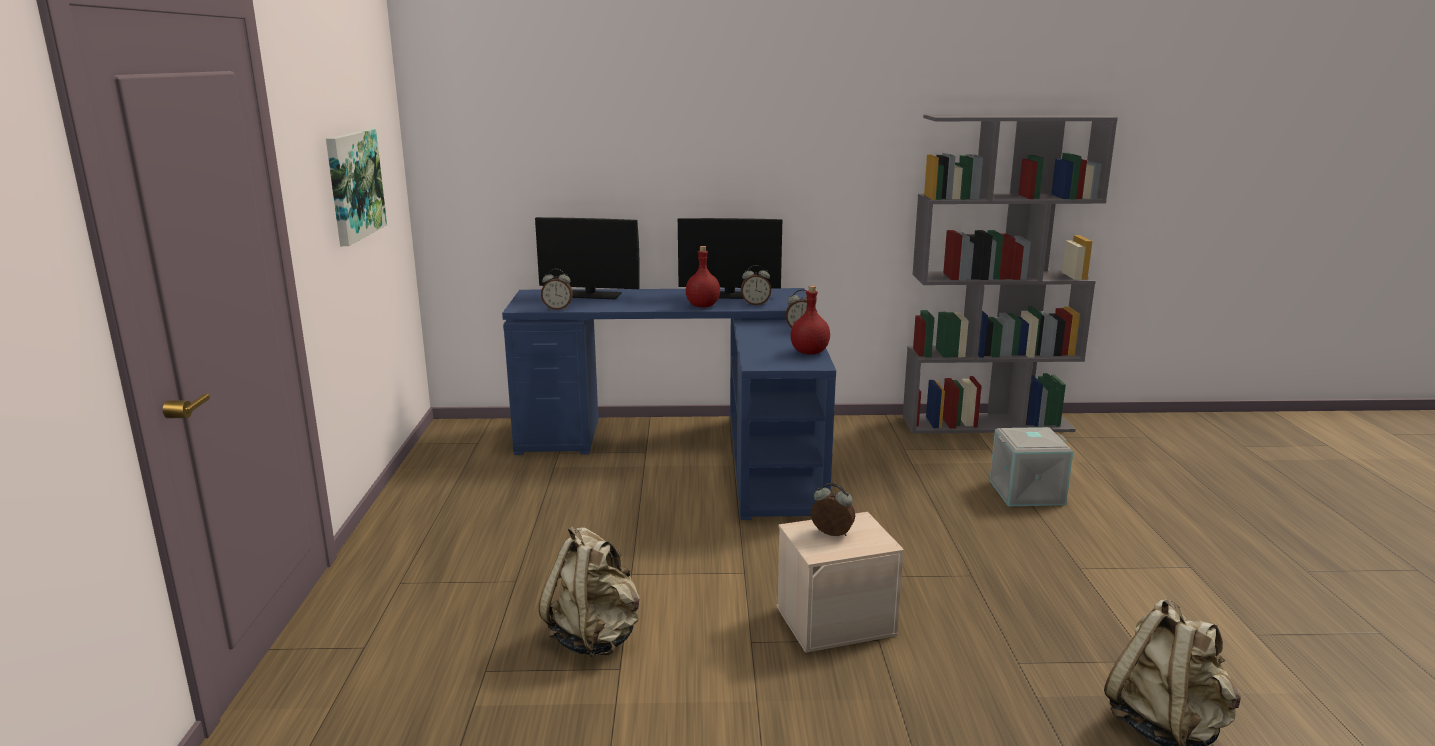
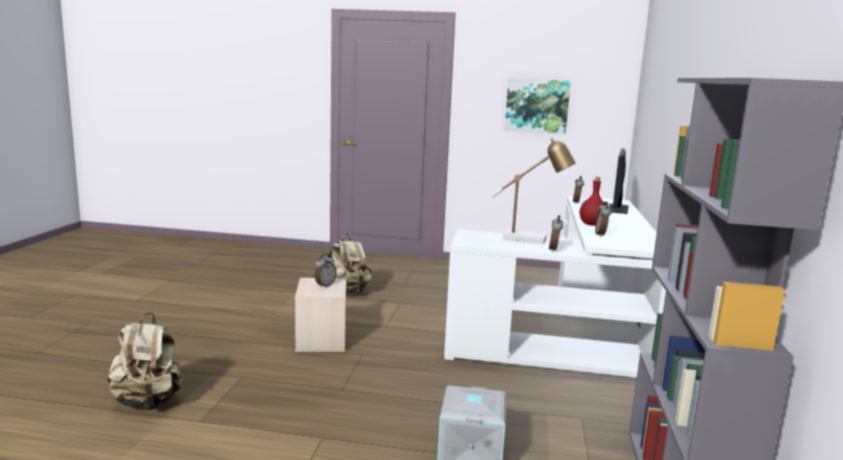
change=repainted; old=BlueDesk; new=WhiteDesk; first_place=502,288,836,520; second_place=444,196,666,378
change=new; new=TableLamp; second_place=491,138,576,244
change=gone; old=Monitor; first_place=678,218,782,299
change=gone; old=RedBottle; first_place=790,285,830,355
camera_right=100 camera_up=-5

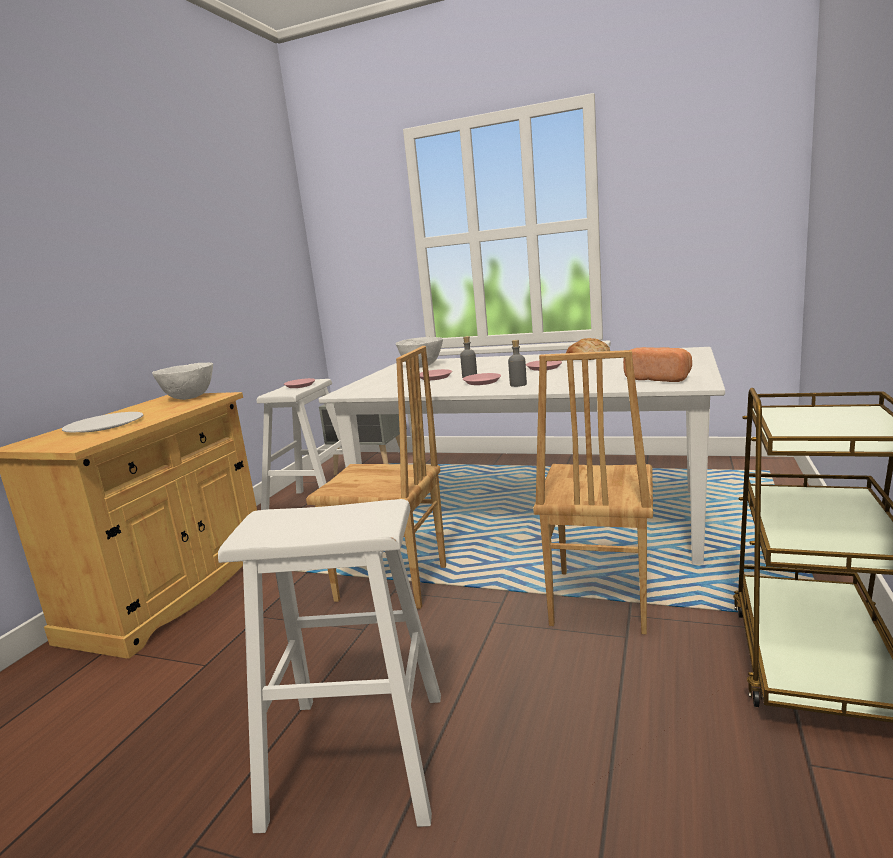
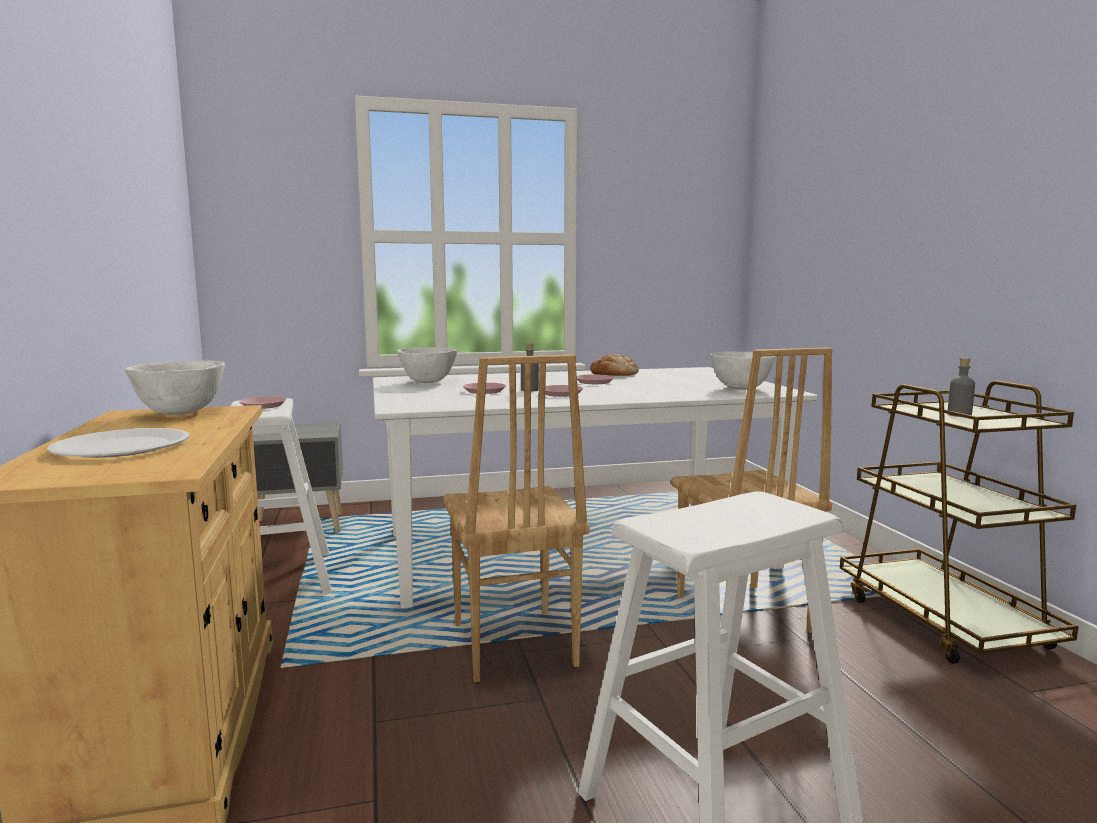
change=rotated; old=BrownChair; first_place=306,346,446,609; second_place=443,355,590,682; degrees=90
change=swapped; old=Bread; new=WhiteBowl; first_place=623,347,692,382; second_place=710,352,775,390
change=shifted; old=GreyBottle; first_place=508,340,527,387; second_place=948,358,975,417
camera_right=-35 camera_up=-5

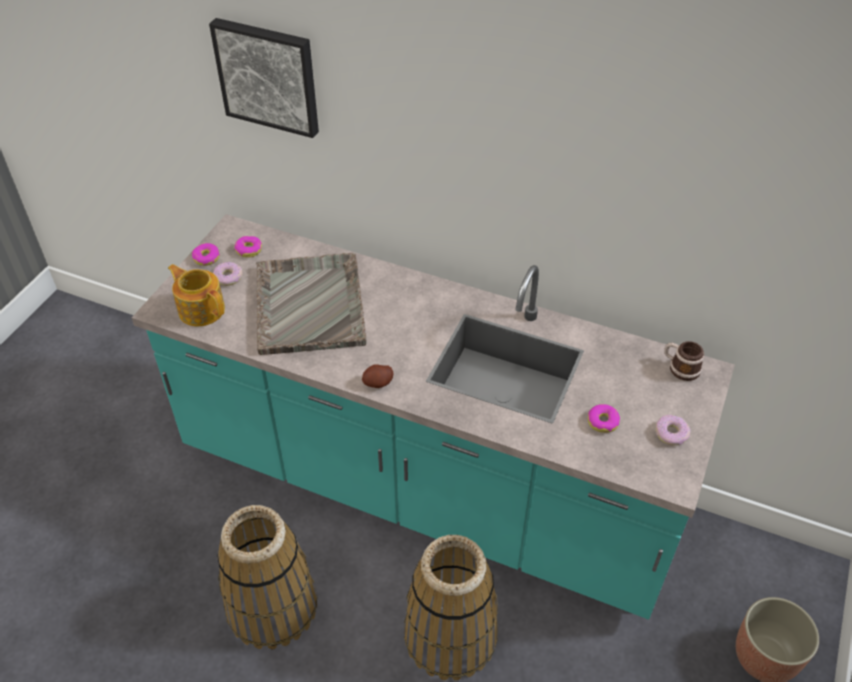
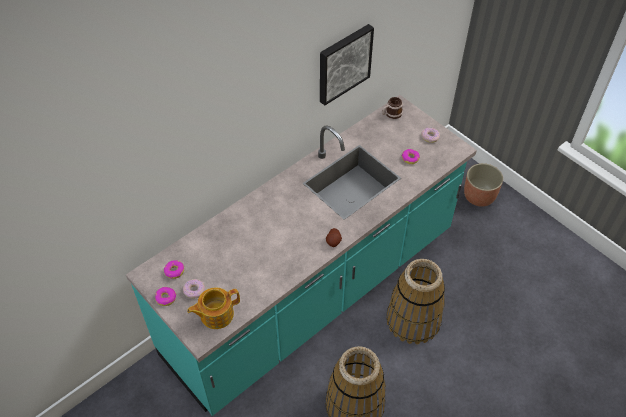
change=shifted; old=Picture; first_place=209,18,319,138; second_place=320,24,374,106
change=gone; old=GreyTray; first_place=256,253,367,355
camera_right=-65 camera_up=5

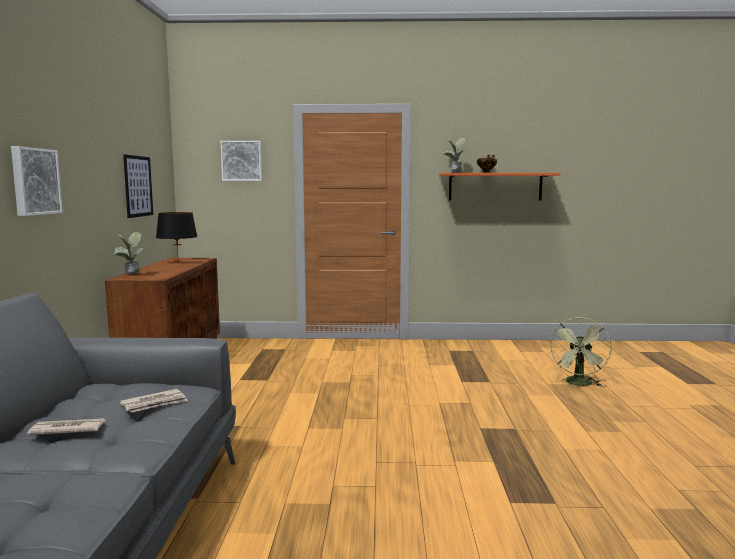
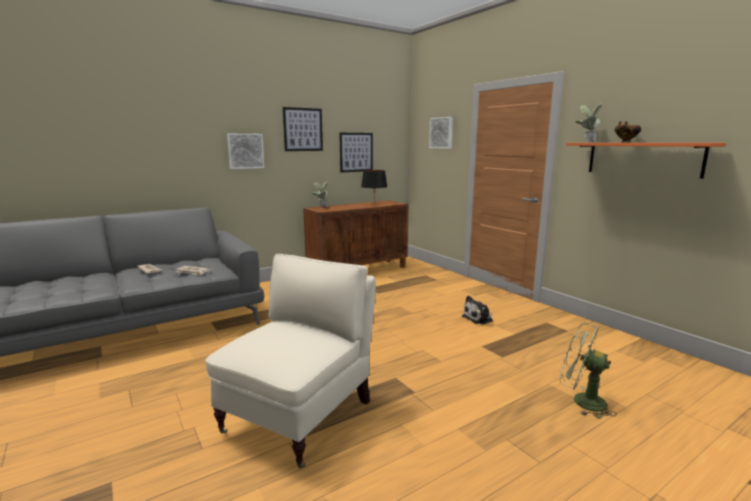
change=new; new=BeigeArmchair; second_place=205,254,376,468
change=new; new=Picture; second_place=283,107,323,151
change=new; new=PlushToy; second_place=462,296,493,325
change=rotated; old=GreenFan; first_place=550,317,612,386; second_place=560,322,617,419; degrees=45
camera_right=55 camera_up=5

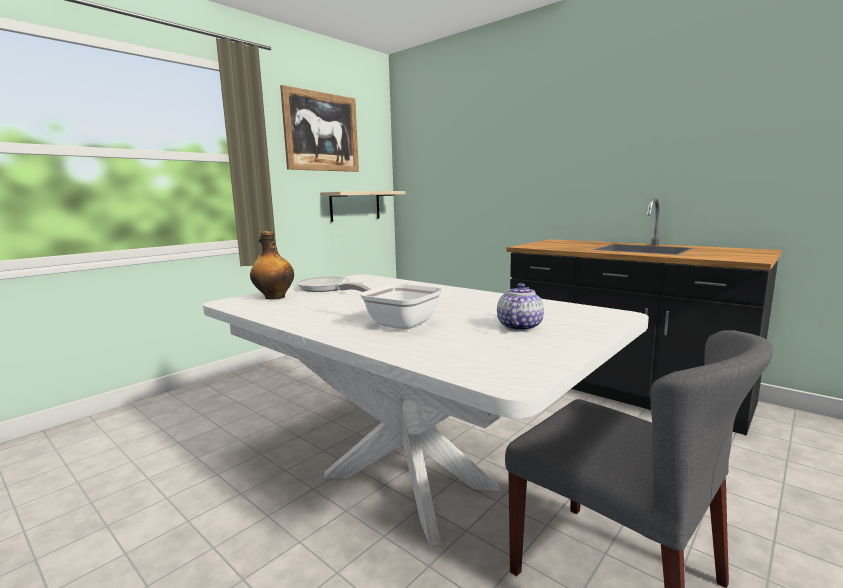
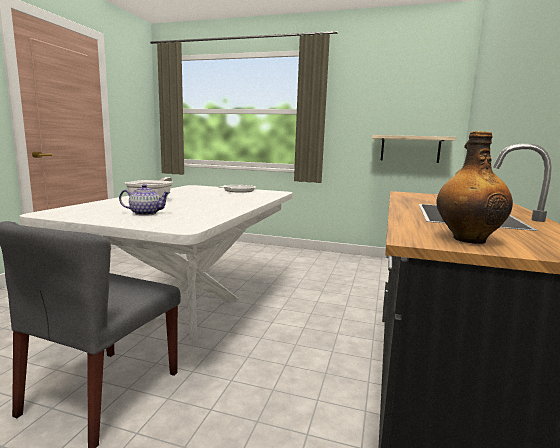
change=shifted; old=Bottle; first_place=250,231,294,299; second_place=436,131,513,244
change=gone; old=Picture; first_place=280,85,359,172
camera_right=65 camera_up=0

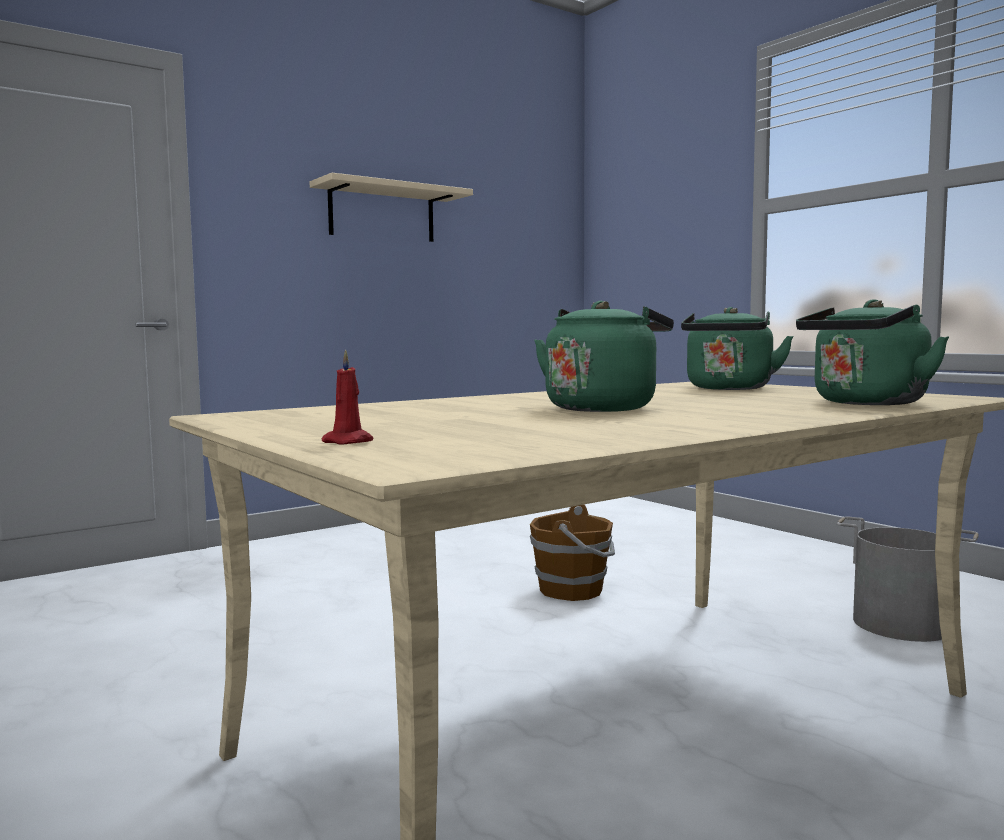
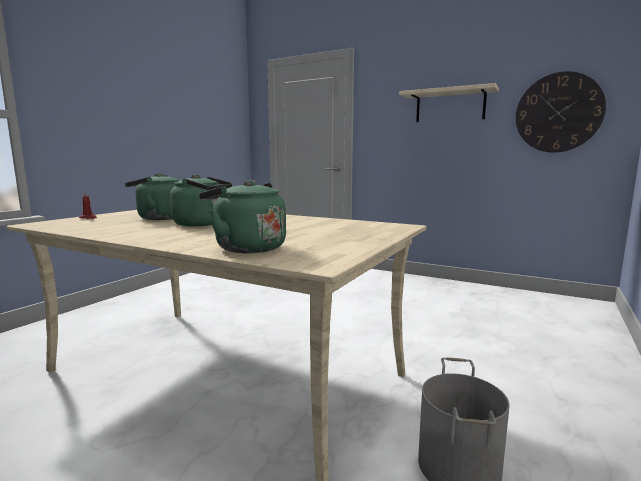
change=shifted; old=GreenKettle; first_place=681,307,793,390; second_place=125,173,180,220
change=new; new=WallClock; second_place=516,71,606,153
change=gone; old=BrownBucket; first_place=530,505,615,601
camera_right=65 camera_up=5

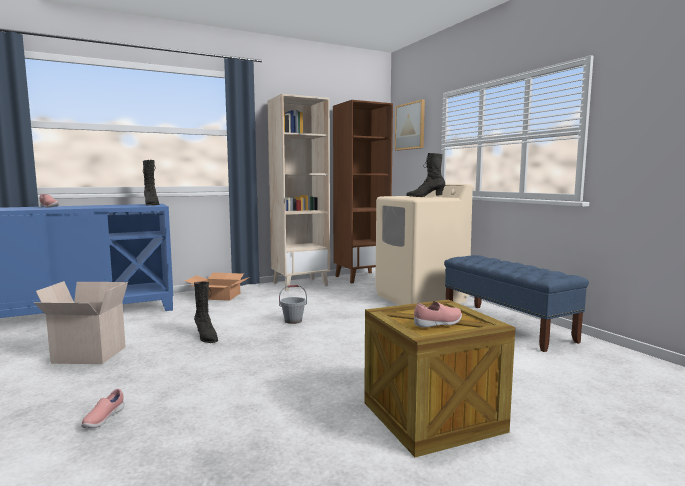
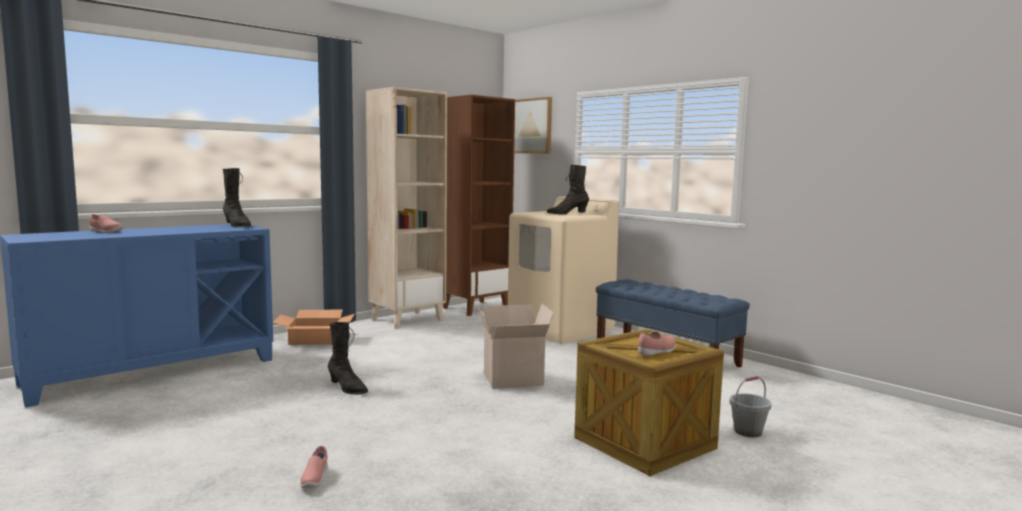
change=shifted; old=CardboardBox; first_place=34,281,128,364; second_place=477,304,554,389
change=shifted; old=GreyBucket; first_place=279,285,307,324; second_place=729,376,771,437
camera_right=-15 camera_up=0

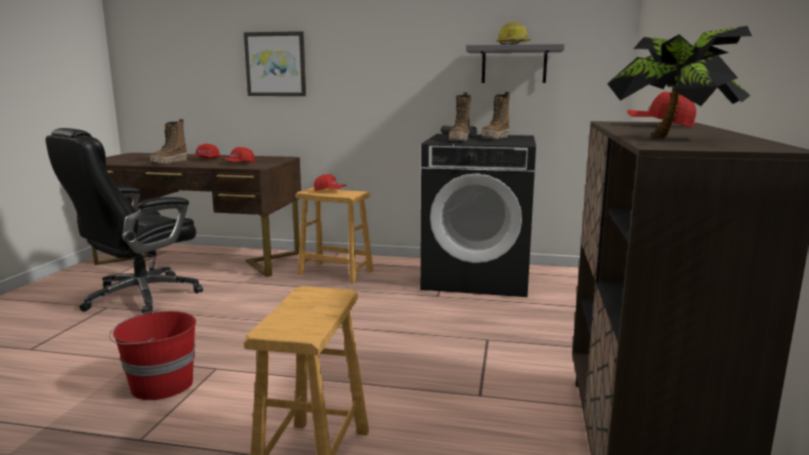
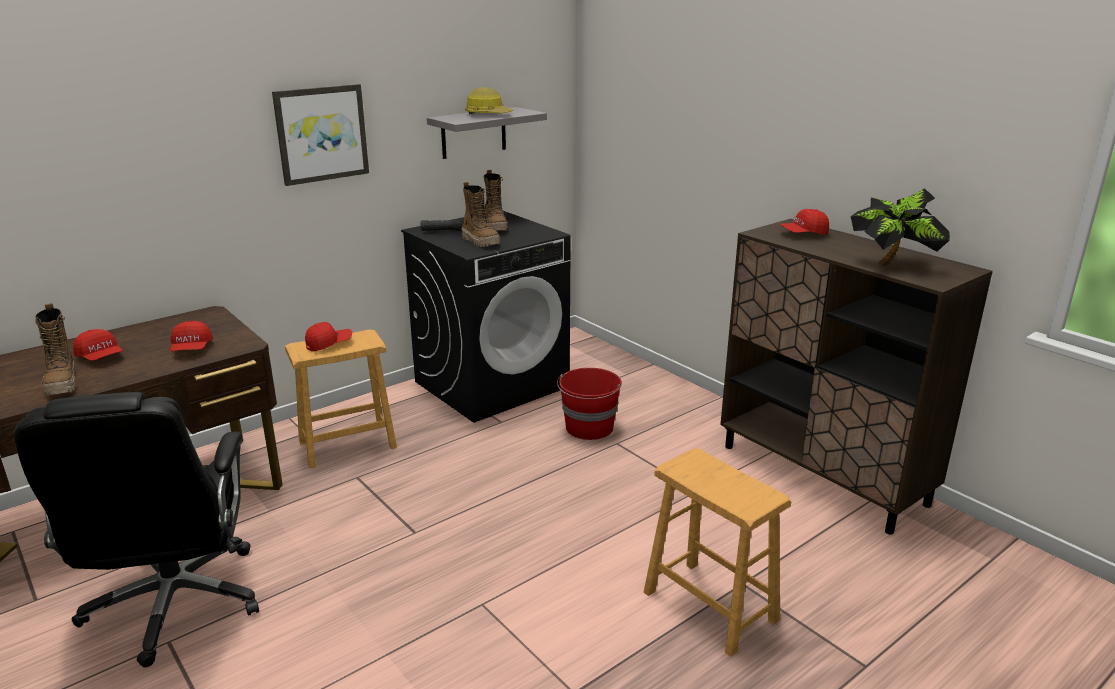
change=shifted; old=Picture; first_place=244,31,306,96; second_place=272,84,369,186
change=shifted; old=RedBucket; first_place=109,309,196,400; second_place=557,368,622,440
camera_right=-50 camera_up=10

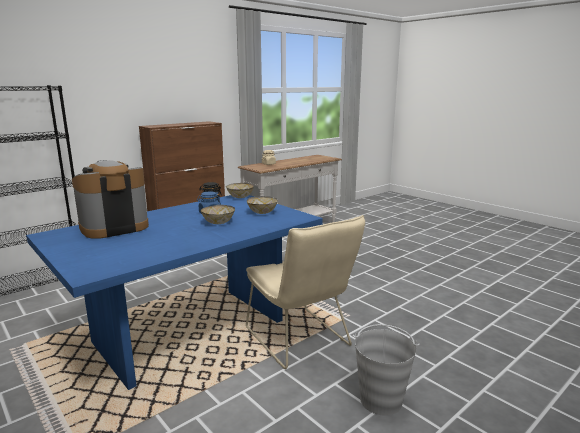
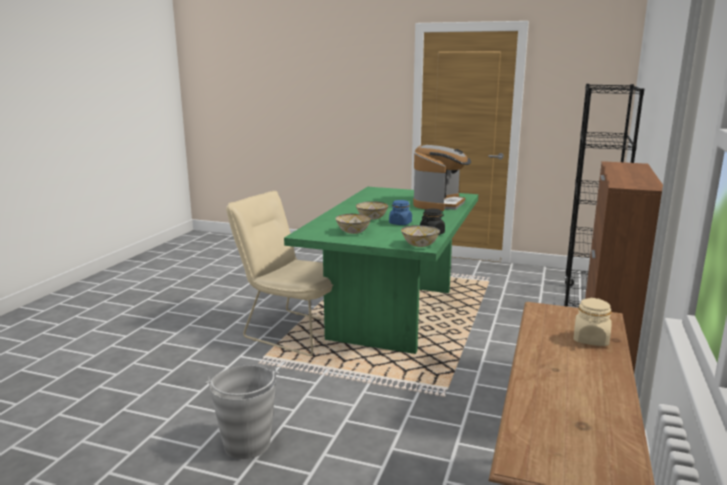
change=shifted; old=GreyBucket; first_place=353,324,420,416; second_place=205,366,279,459
change=repainted; old=BlueDiningTable; new=GreenDiningTable; first_place=26,195,323,390; second_place=284,187,478,354
camera_right=150 camera_up=0

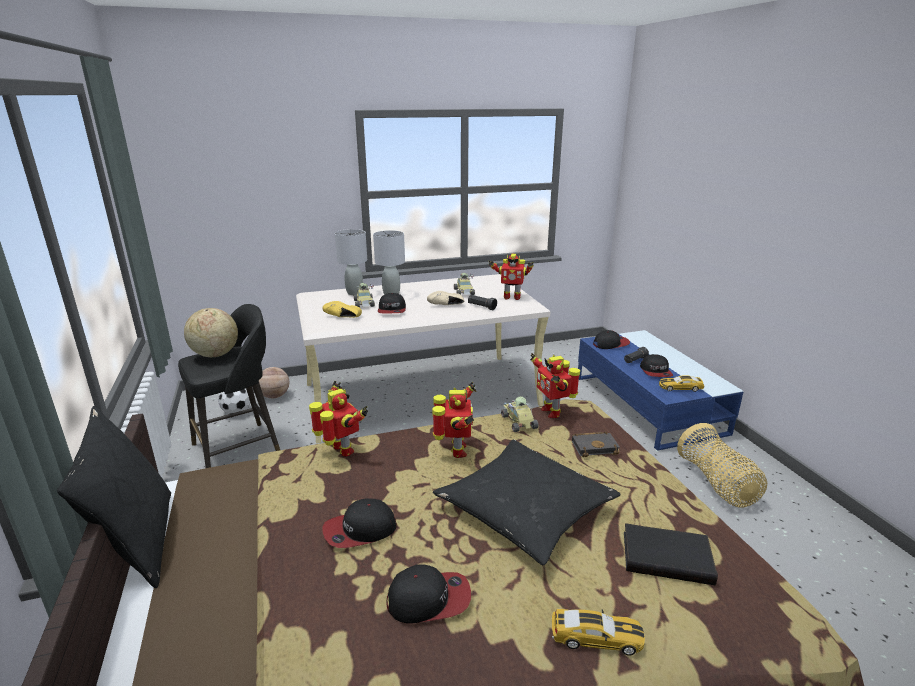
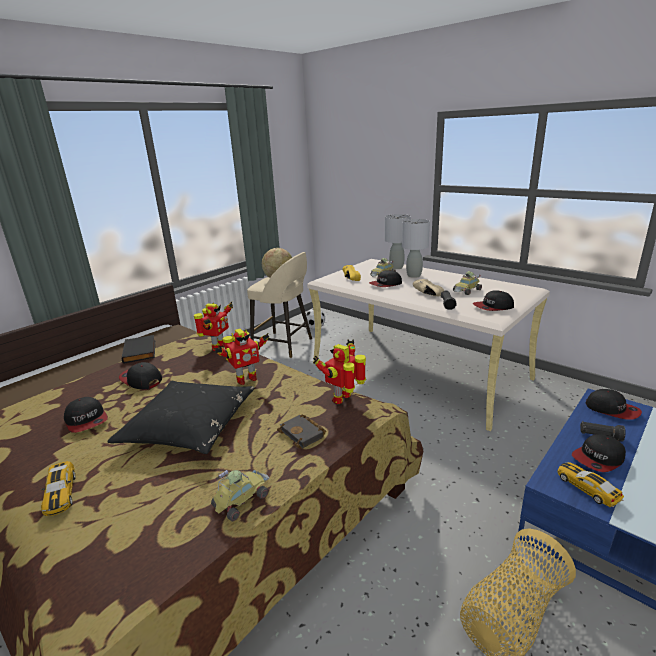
change=shifted; old=BlackBook; first_place=624,523,718,585; second_place=122,335,155,364
change=shifted; old=ToyCar; first_place=501,397,539,432; second_place=211,470,270,521
change=repainted; old=BlackStool; new=BeigeStool; first_place=178,304,280,468; second_place=247,252,312,358
change=swapped; old=ToyRobot; new=Cap; first_place=488,254,534,300; second_place=473,290,514,311
change=gone; old=BlackPillow; first_place=57,406,171,588
change=gone; old=Basketball; first_place=259,367,289,398
camera_right=60 camera_up=0

